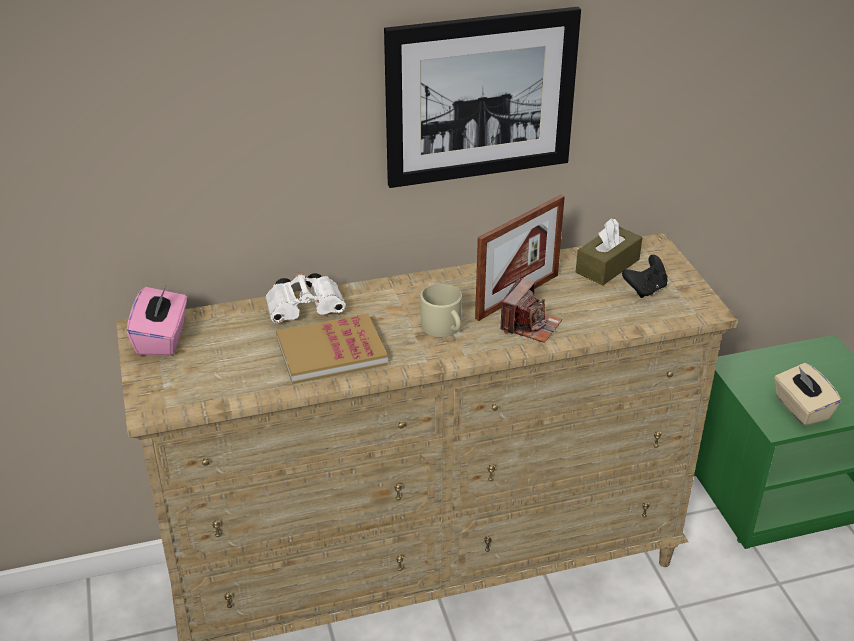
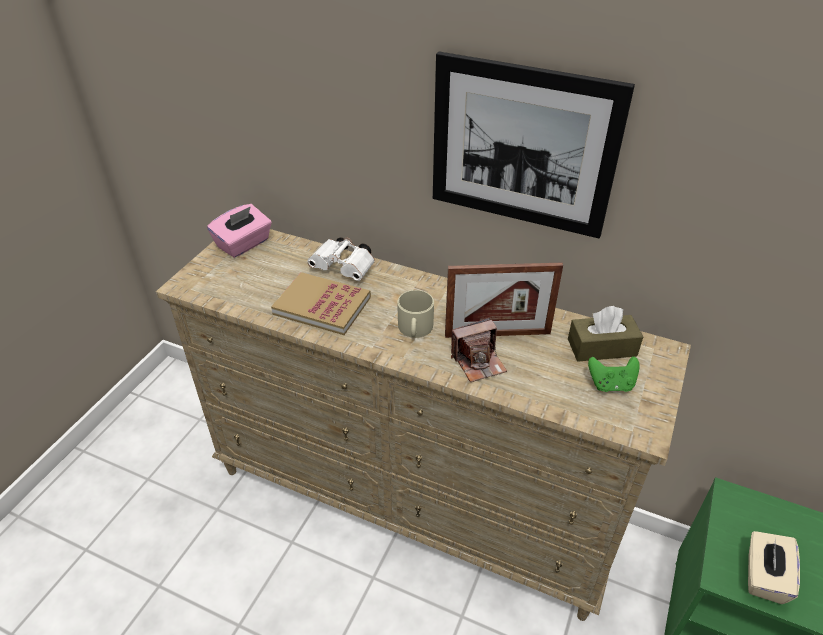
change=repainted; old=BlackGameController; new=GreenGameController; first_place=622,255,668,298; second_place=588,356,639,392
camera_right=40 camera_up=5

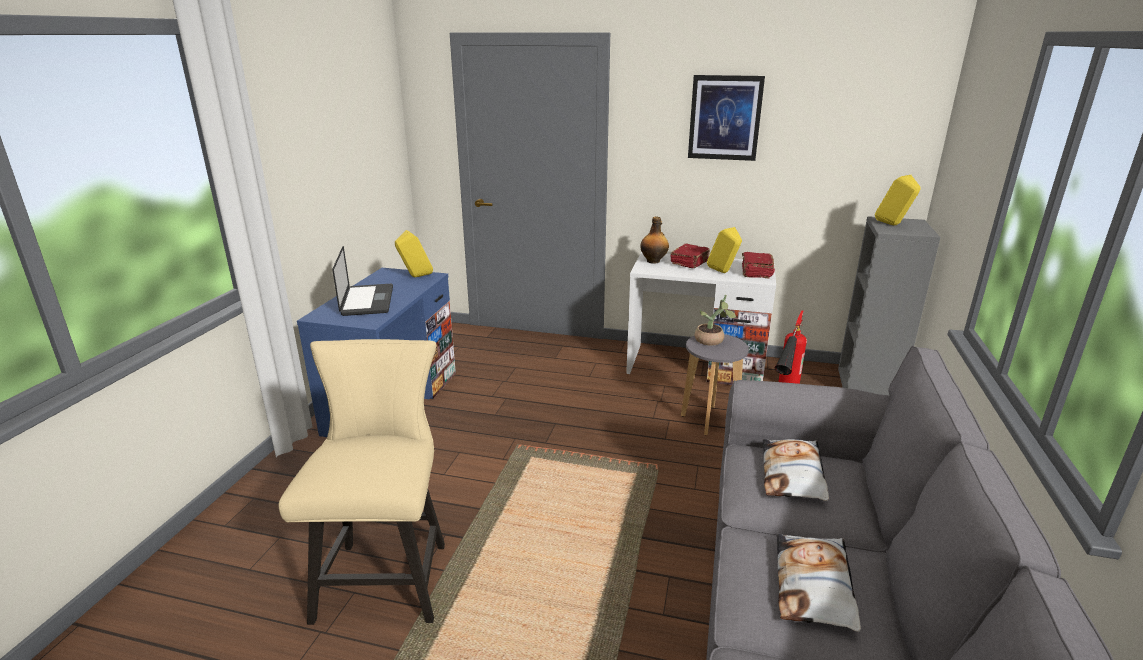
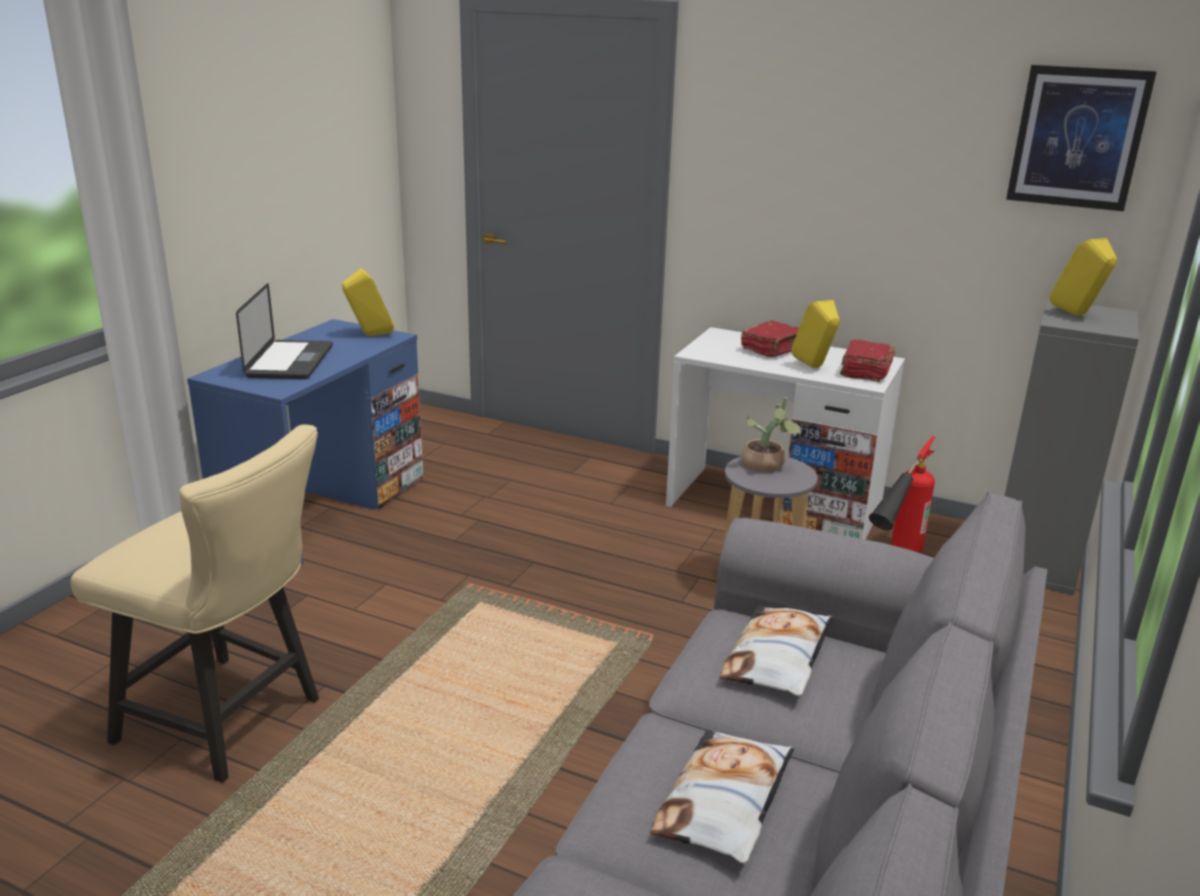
change=rotated; old=BeigeChair; first_place=279,339,445,625; second_place=70,424,319,783; degrees=105
change=shifted; old=Picture; first_place=688,75,765,161; second_place=1006,65,1156,211
change=gone; old=Bottle; first_place=640,217,669,263
camera_right=10 camera_up=0

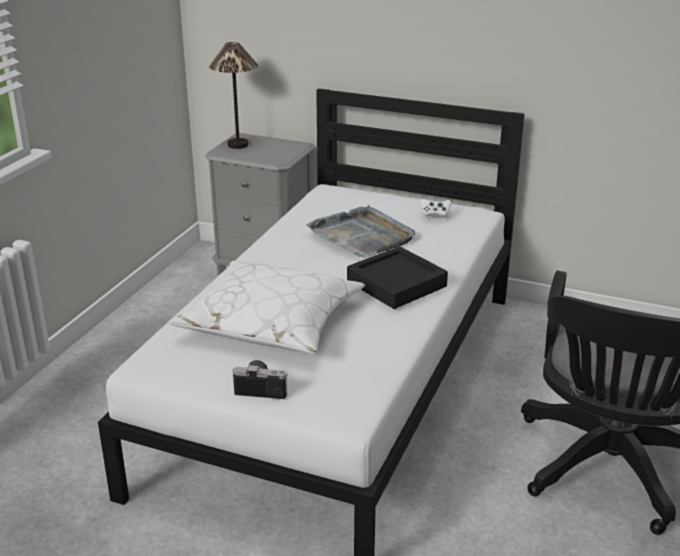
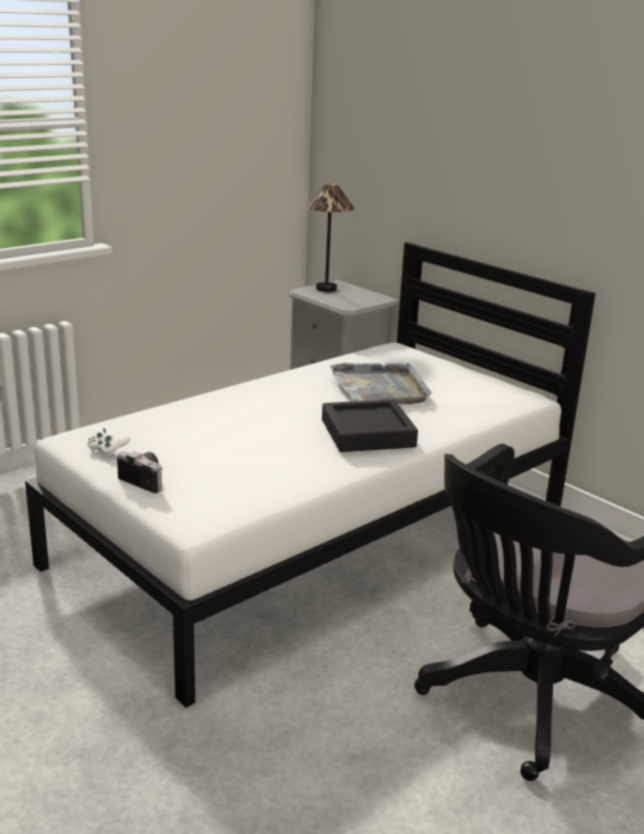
change=shifted; old=WhiteGameController; first_place=420,199,451,219; second_place=87,427,130,457
change=gone; old=WhitePillow; first_place=168,261,365,354
camera_right=25 camera_up=-5

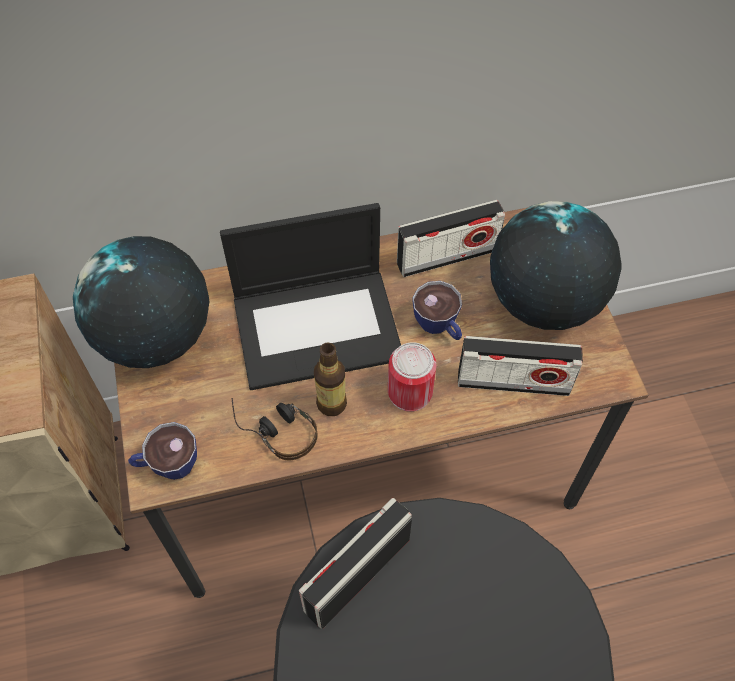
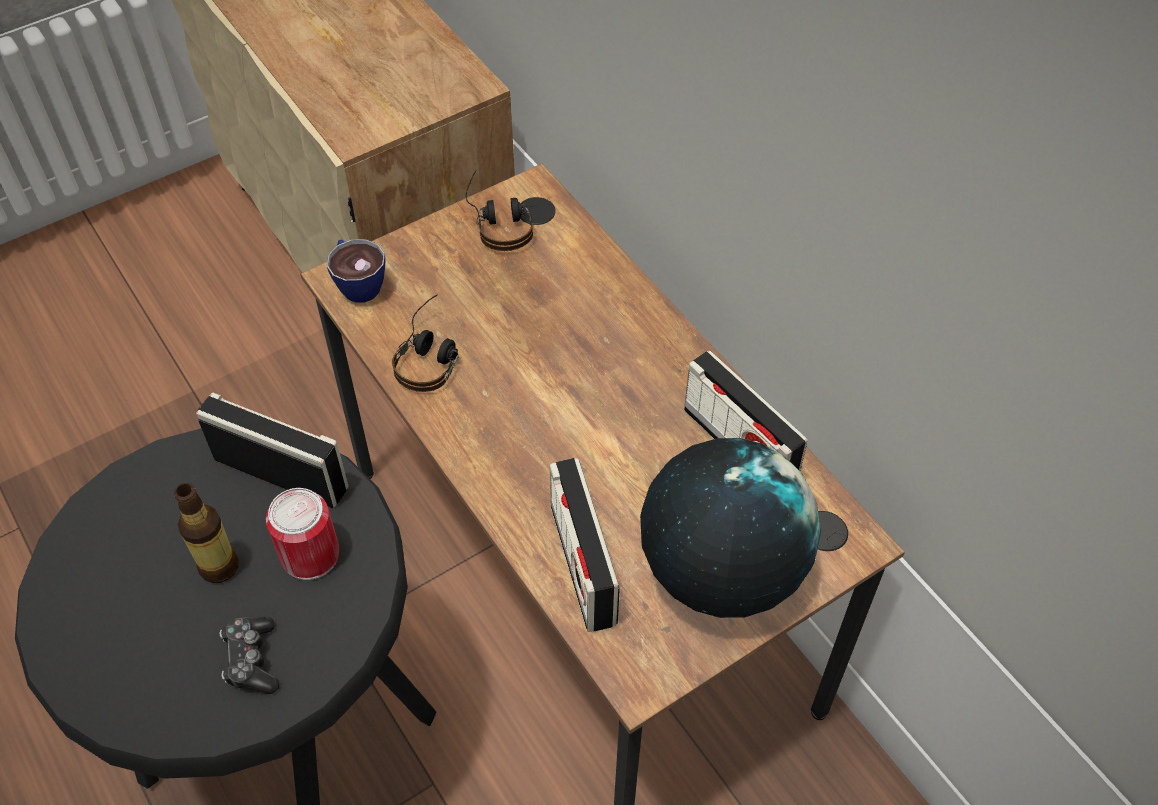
change=shifted; old=Bottle; first_place=314,343,347,416; second_place=174,483,238,583
change=new; new=GameController; second_place=219,617,279,694
change=shifted; old=Can; first_place=388,342,436,412; second_place=266,488,339,580
change=swapped; old=Globe; new=Headphones; first_place=73,236,209,368; second_place=466,171,533,251
change=gone; old=Laptop; first_place=220,203,401,390
change=gone; old=Cup; first_place=413,281,462,340
camera_right=70 camera_up=-5

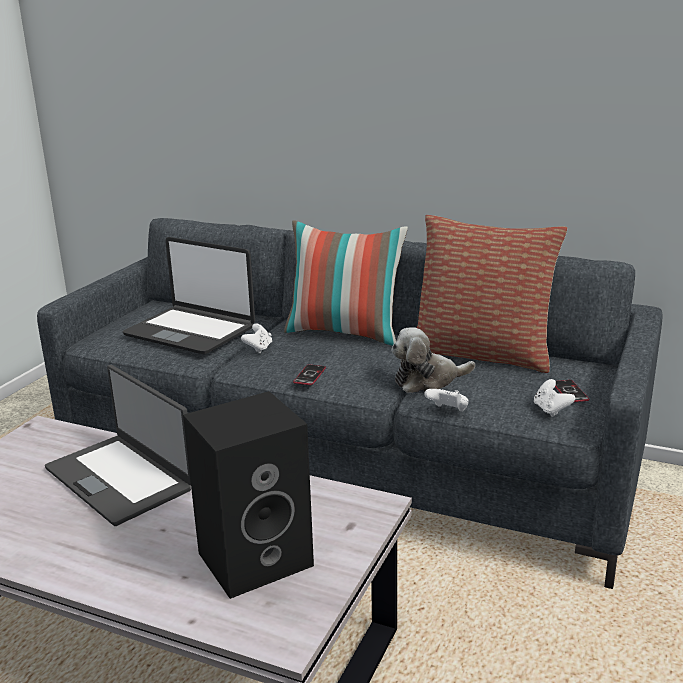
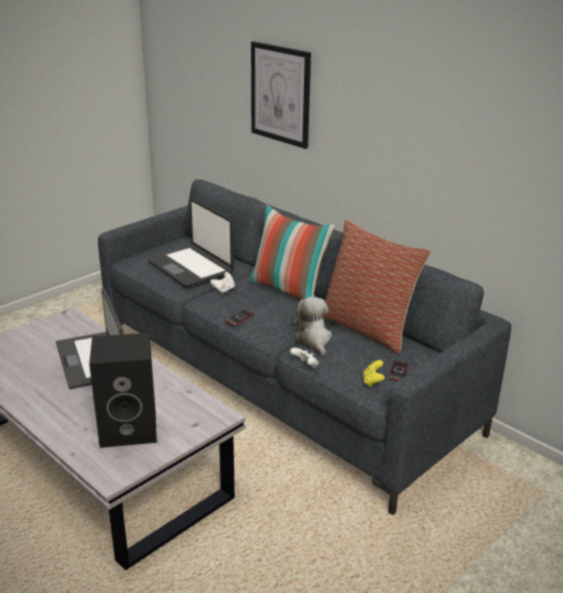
change=new; new=Picture; second_place=251,41,311,149
change=rotated; old=PlushToy; first_place=391,327,475,393; second_place=291,297,332,357; degrees=75
change=repainted; old=WhiteGameController; new=YellowGameController; first_place=534,379,575,417; second_place=363,360,385,387
camera_right=20 camera_up=5

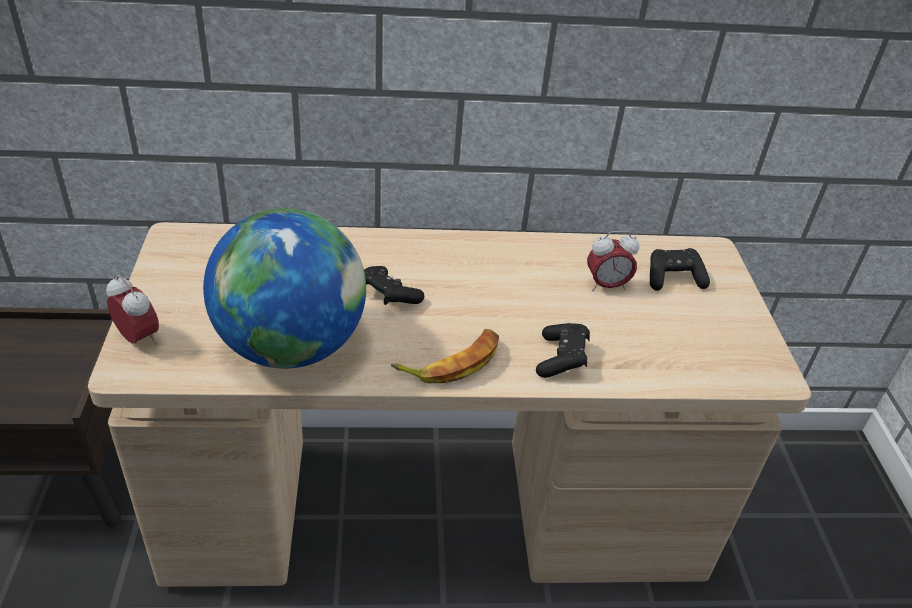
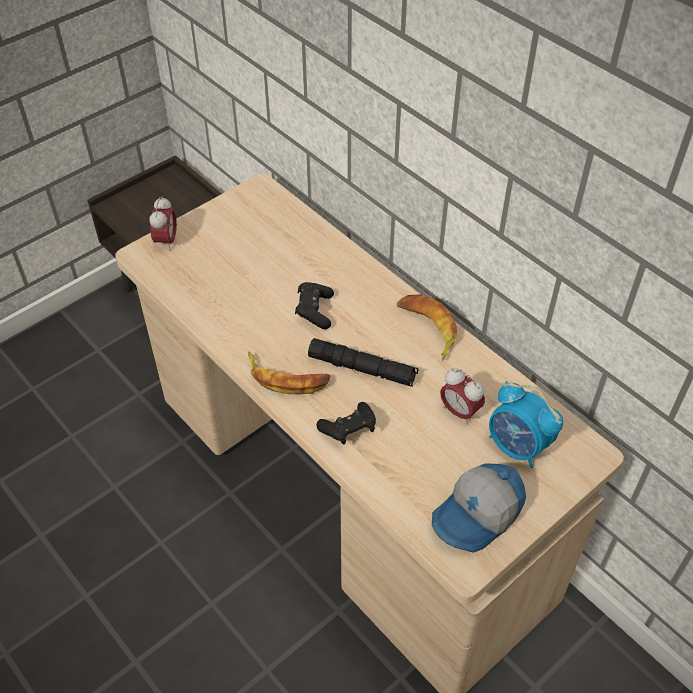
change=new; new=BlackFlashlight; second_place=308,338,418,387
change=new; new=Banana; second_place=397,294,457,360
change=new; new=Cap; second_place=432,463,526,553
change=swapped; old=BlackGameController; new=AlarmClock; first_place=650,248,710,291; second_place=489,381,563,468
change=gone; old=Globe; first_place=203,208,366,369
camera_right=55 camera_up=10

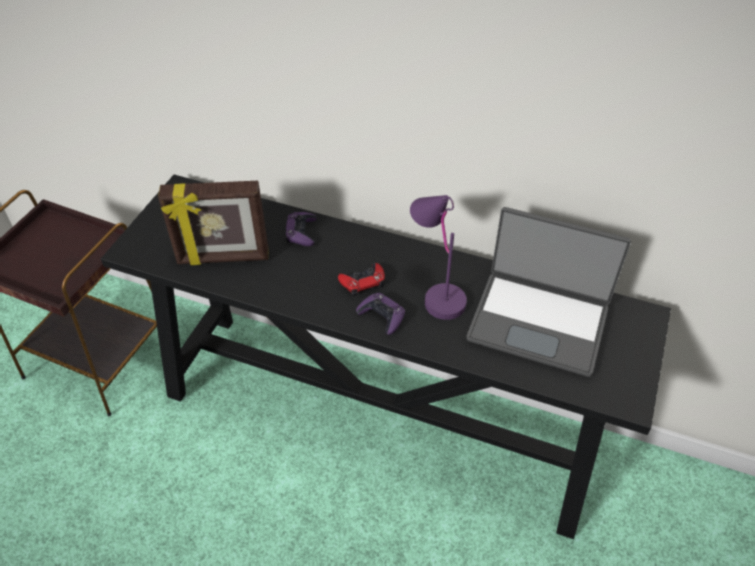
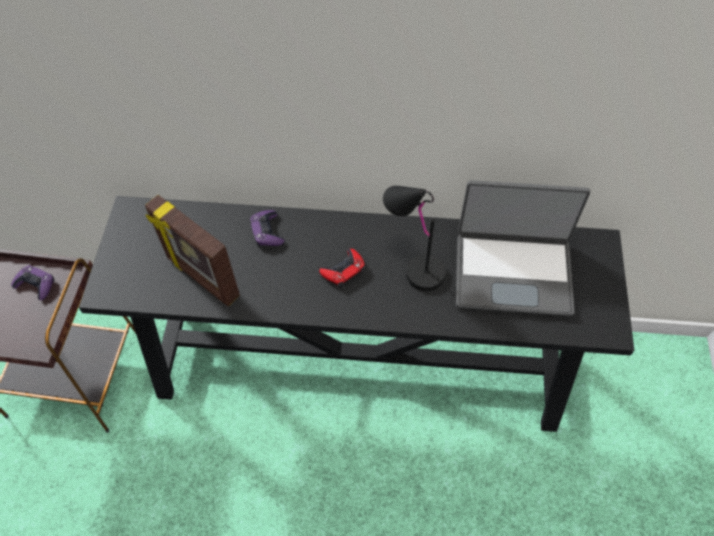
change=shifted; old=PurpleGameController; first_place=356,293,406,335; second_place=11,265,54,300
change=rotated; old=PictureFrame; first_place=158,181,269,265; second_place=145,195,240,306; degrees=60
change=repainted; old=PurpleTableLamp; new=BlackTableLamp; first_place=410,195,467,320; second_place=383,186,446,291
camera_right=-15 camera_up=10

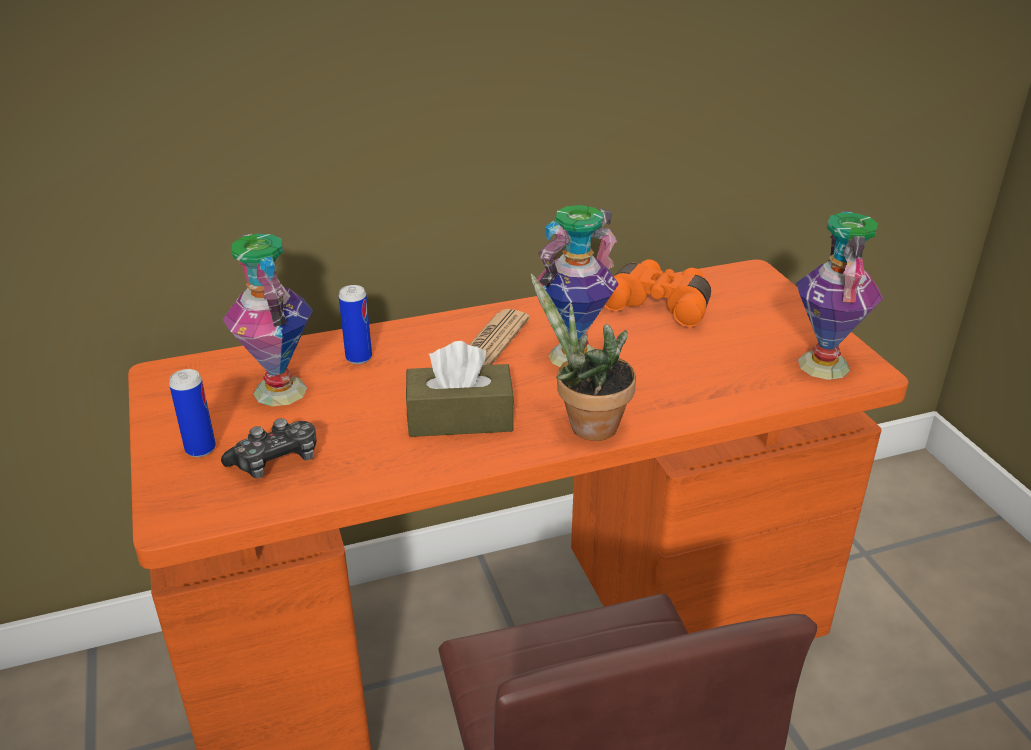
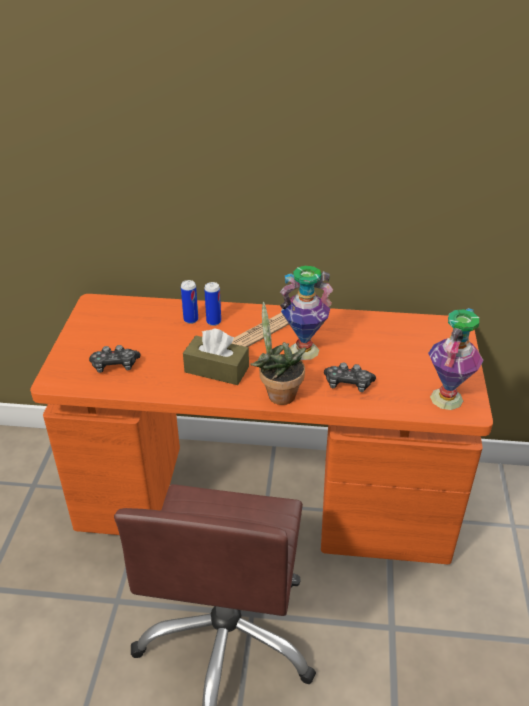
change=shifted; old=Can; first_place=169,369,216,457; second_place=204,282,221,326
change=new; new=GameController; second_place=324,363,376,392
change=gone; old=Vase; first_place=223,234,313,407
change=gone; old=OrangeBinoculars; first_place=604,259,711,327
camera_right=25 camera_up=5

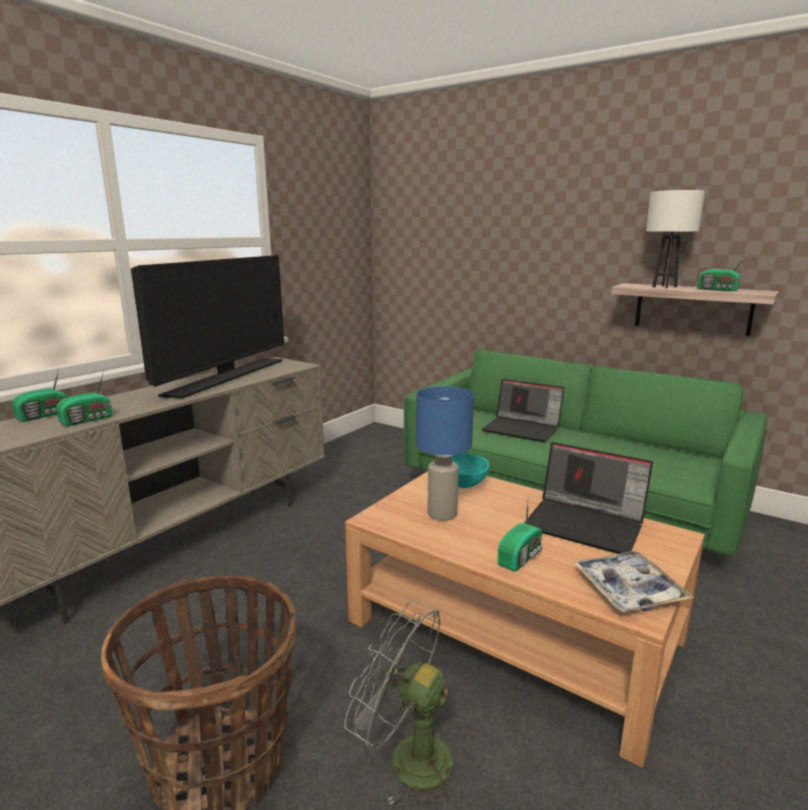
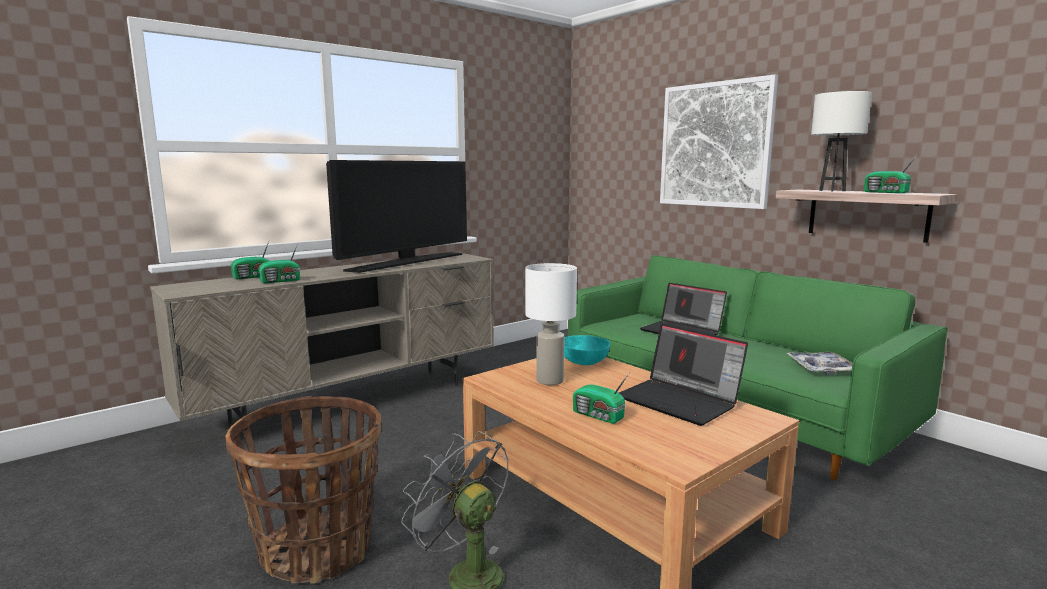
change=repainted; old=BlueTableLamp; new=WhiteTableLamp; first_place=416,386,474,521; second_place=525,263,577,385
change=rotated; old=Radio; first_place=498,498,543,571; second_place=573,372,630,424; degrees=75
change=new; new=Picture; second_place=660,75,778,209
change=shifted; old=Tray; first_place=573,551,694,612; second_place=787,352,853,375
camera_right=15 camera_up=-5

